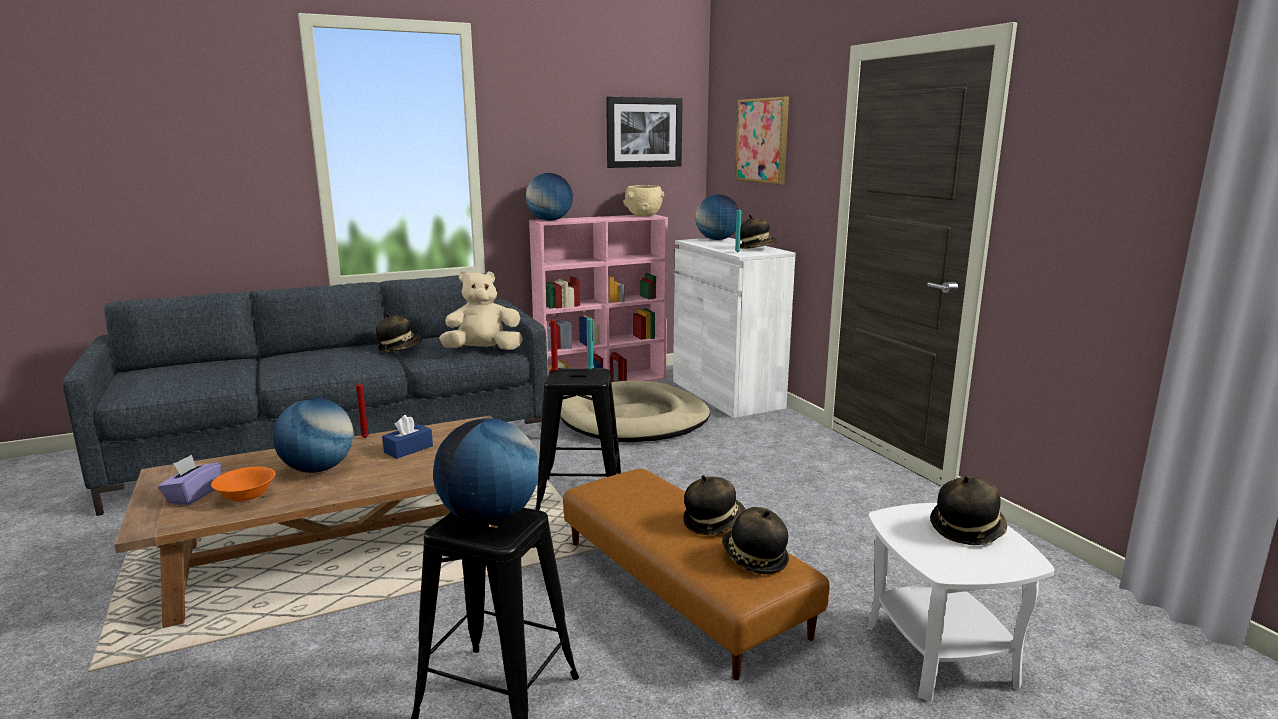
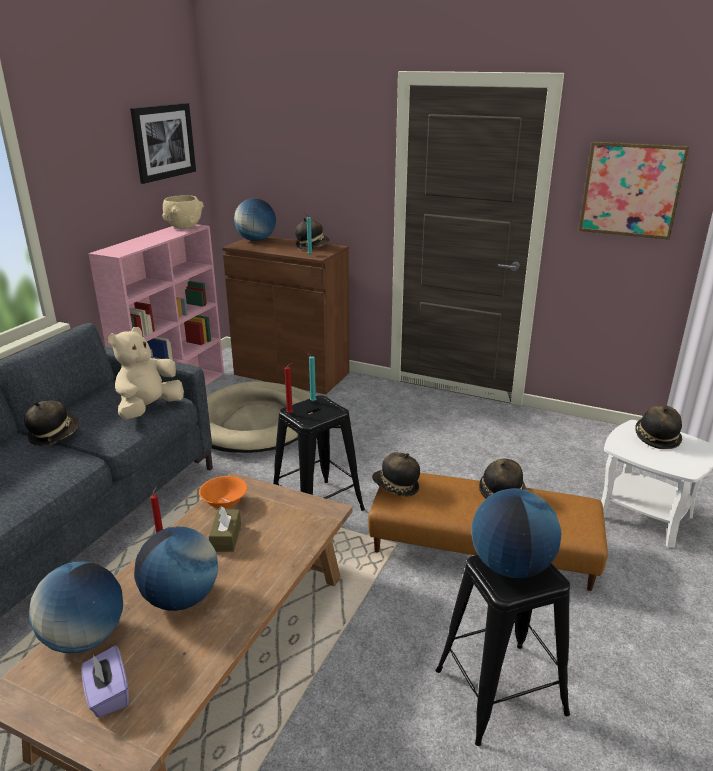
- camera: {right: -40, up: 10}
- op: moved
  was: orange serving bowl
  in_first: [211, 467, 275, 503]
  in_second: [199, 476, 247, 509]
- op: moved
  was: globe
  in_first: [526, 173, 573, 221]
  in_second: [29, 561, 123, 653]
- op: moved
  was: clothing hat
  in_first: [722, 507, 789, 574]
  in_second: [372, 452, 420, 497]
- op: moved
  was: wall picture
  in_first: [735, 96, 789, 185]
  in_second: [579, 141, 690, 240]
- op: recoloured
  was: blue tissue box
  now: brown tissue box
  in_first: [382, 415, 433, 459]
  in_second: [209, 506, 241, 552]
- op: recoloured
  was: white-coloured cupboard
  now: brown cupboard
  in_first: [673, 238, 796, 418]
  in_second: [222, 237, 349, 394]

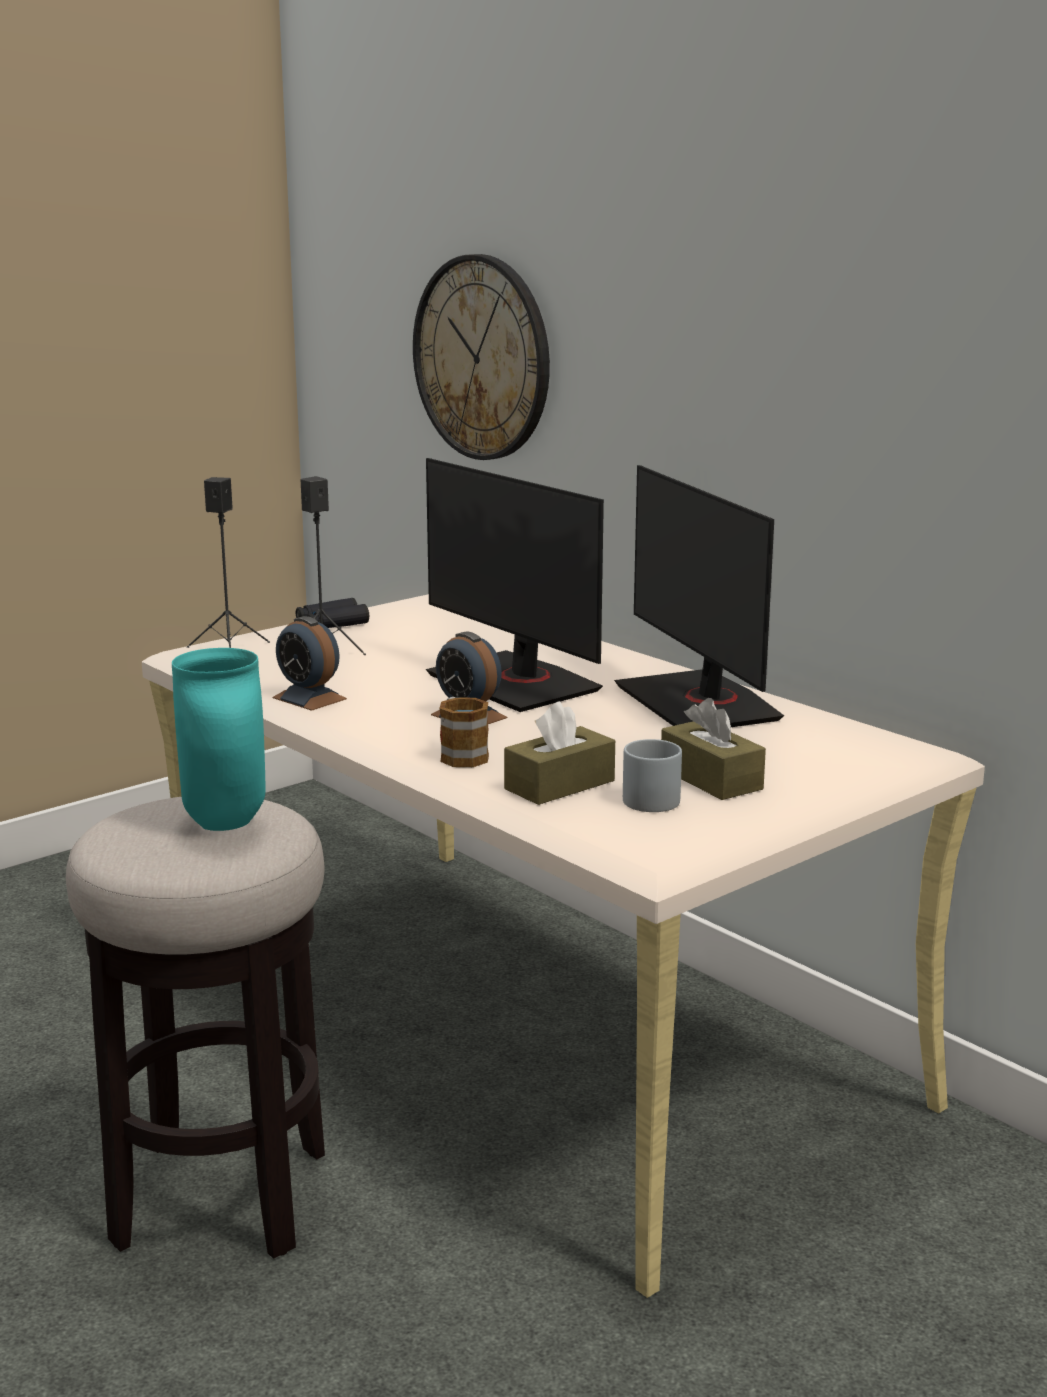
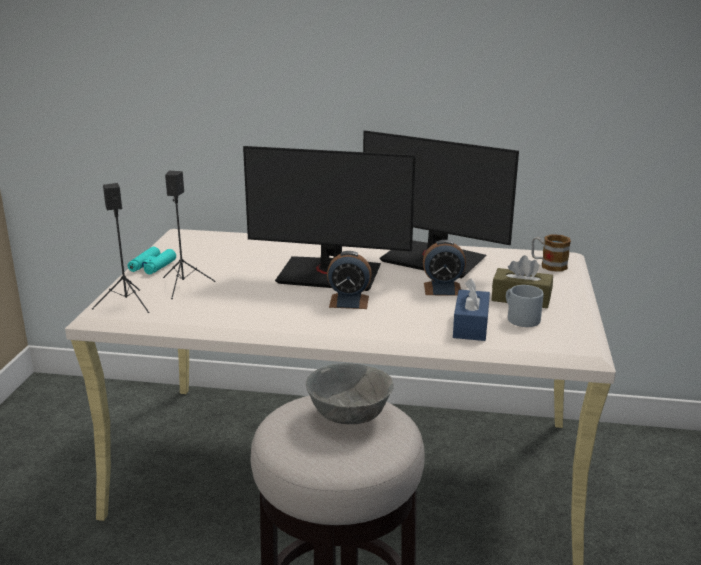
- camera: {right: -40, up: 5}
- op: removed
  was: clock on the wall
  in_first: [413, 254, 550, 460]
- op: moved
  was: table clock
  in_first: [273, 616, 347, 711]
  in_second: [423, 240, 466, 296]
- op: moved
  was: mug
  in_first: [439, 697, 489, 767]
  in_second: [532, 234, 571, 272]
- op: replaced
  was: blue-green vase
  now: grey serving bowl
  in_first: [172, 648, 266, 831]
  in_second: [306, 363, 394, 424]
- op: recoloured
  was: black field glasses
  now: blue-green field glasses
  in_first: [296, 598, 369, 628]
  in_second: [128, 247, 176, 274]
- op: recoloured
  was: brown tissue box
  now: blue tissue box
  in_first: [504, 701, 615, 805]
  in_second: [453, 279, 490, 341]

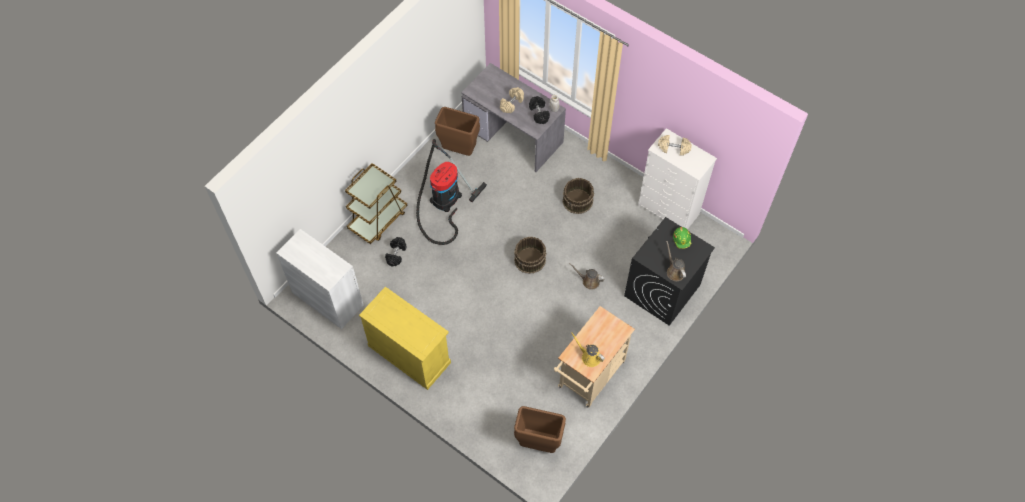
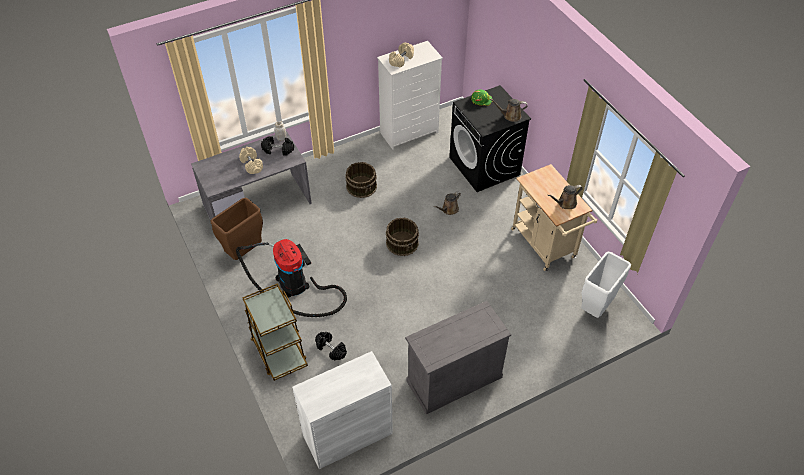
- camera: {right: -65, up: -10}
- op: recoloured
  was: yellow-coloured cupboard
  now: grey cupboard
  in_first: [359, 287, 451, 390]
  in_second: [405, 301, 511, 414]
- op: recoloured
  was: brown waste bin
  now: white-coloured waste bin
  in_first: [514, 406, 566, 453]
  in_second: [581, 252, 631, 318]
- op: recoloured
  was: yellow-coloured watering pot
  now: brown watering pot
  in_first: [571, 332, 605, 367]
  in_second: [548, 185, 583, 209]

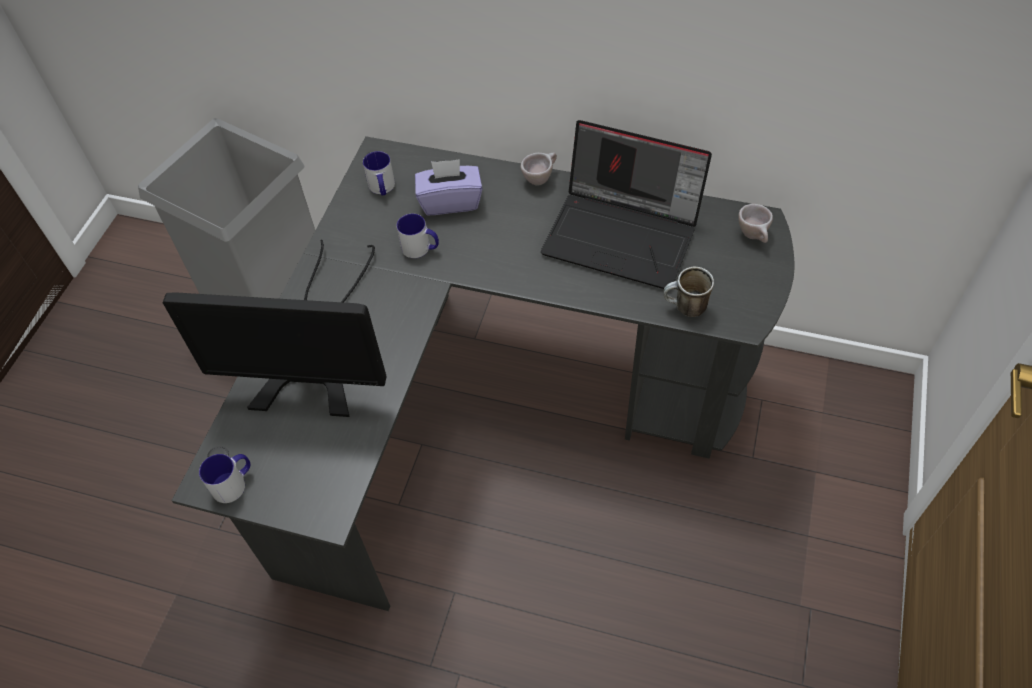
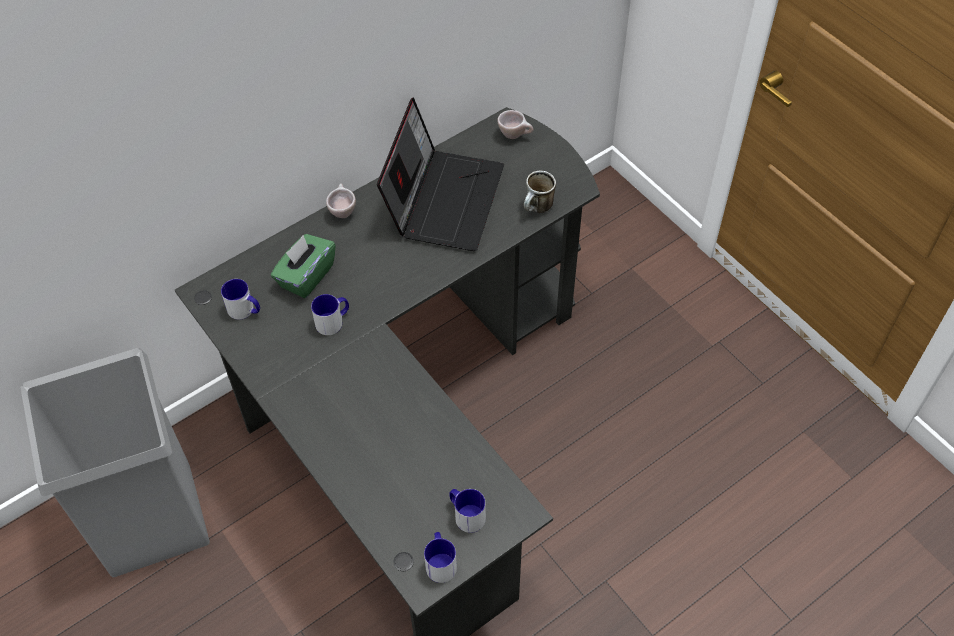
- camera: {right: -55, up: 0}
- op: removed
  was: computer display
  in_first: [162, 240, 387, 417]
- op: added
  now: mug
  in_second: [449, 489, 486, 533]
- op: recoloured
  was: purplish tissue box
  now: green-coloured tissue box
  in_first: [415, 159, 482, 215]
  in_second: [271, 234, 336, 298]
- op: turned
  was: portable computer
  in_first: [541, 120, 712, 289]
  in_second: [377, 97, 504, 251]
  clockwise: -45

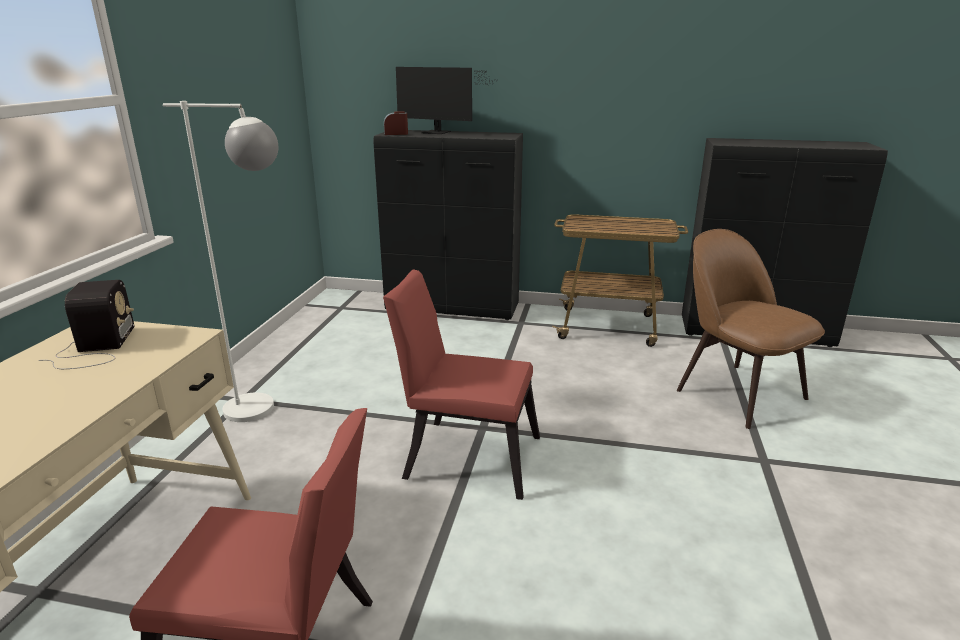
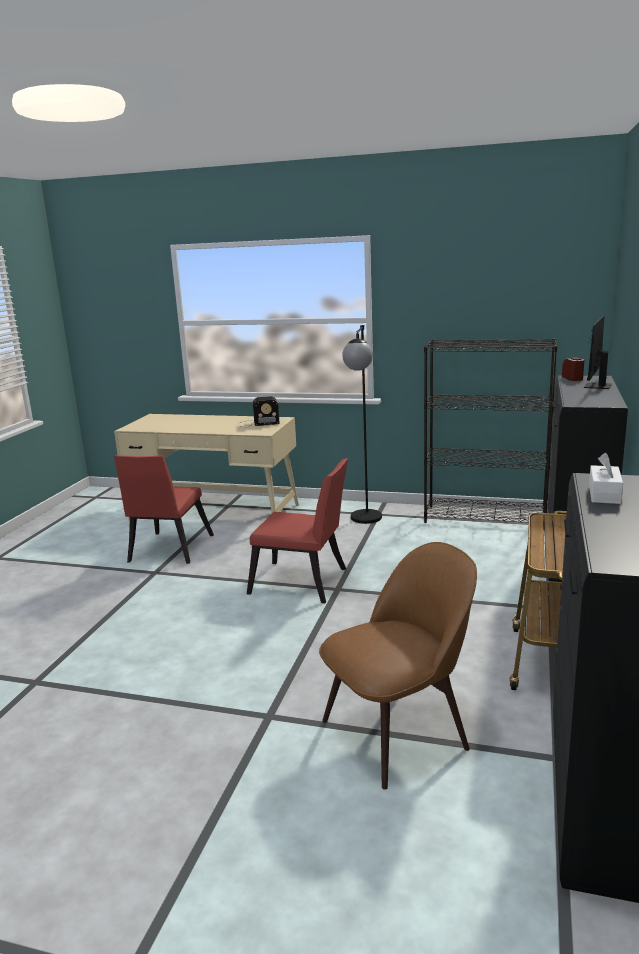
- camera: {right: 95, up: -5}
- op: added
  now: black bookcase
  in_second: [424, 339, 557, 523]
- op: added
  now: white-coloured tissue box
  in_second: [589, 453, 623, 504]
- op: recoloured
  was: white-coloured standard lamp
  now: black standard lamp
  in_first: [163, 101, 278, 422]
  in_second: [342, 325, 382, 524]
- op: turned
  was: red upright chair
  in_first: [383, 269, 540, 500]
  in_second: [247, 458, 348, 604]
  clockwise: 90

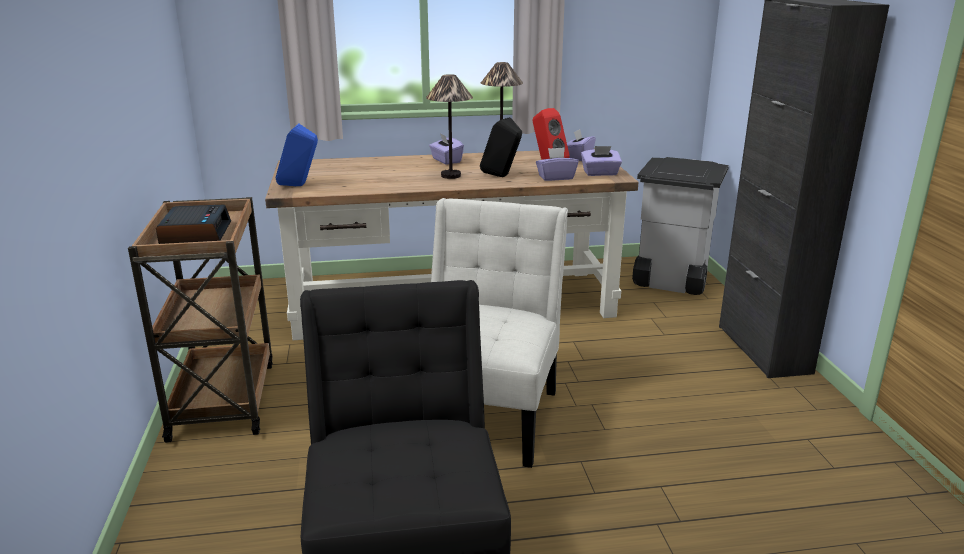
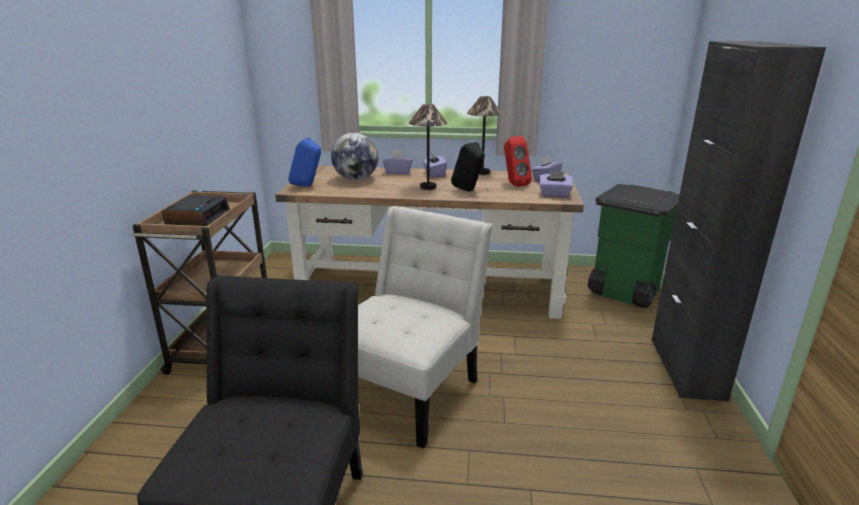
- camera: {right: 15, up: 0}
- op: added
  now: globe
  in_second: [331, 133, 378, 180]
- op: moved
  was: purplish tissue box
  in_first: [536, 148, 579, 181]
  in_second: [383, 150, 413, 174]
- op: recoloured
  was: grey waste bin
  now: green-coloured waste bin
  in_first: [632, 157, 729, 295]
  in_second: [588, 184, 680, 308]

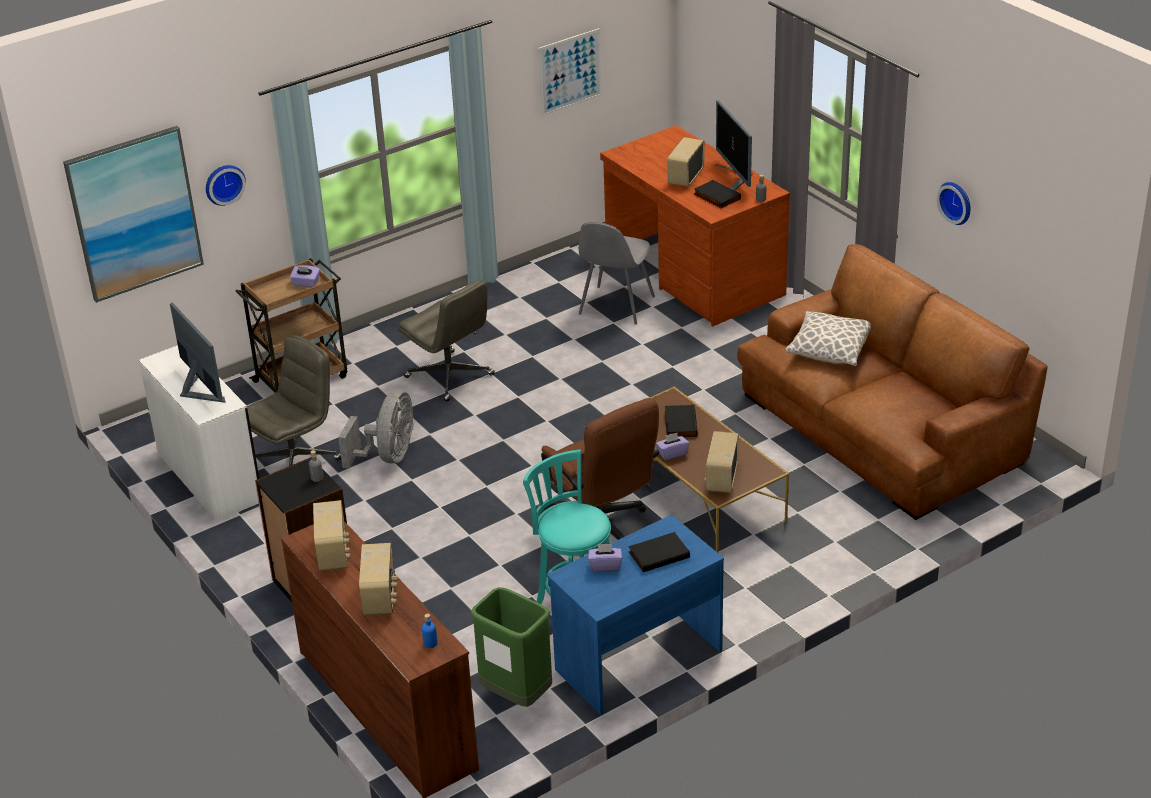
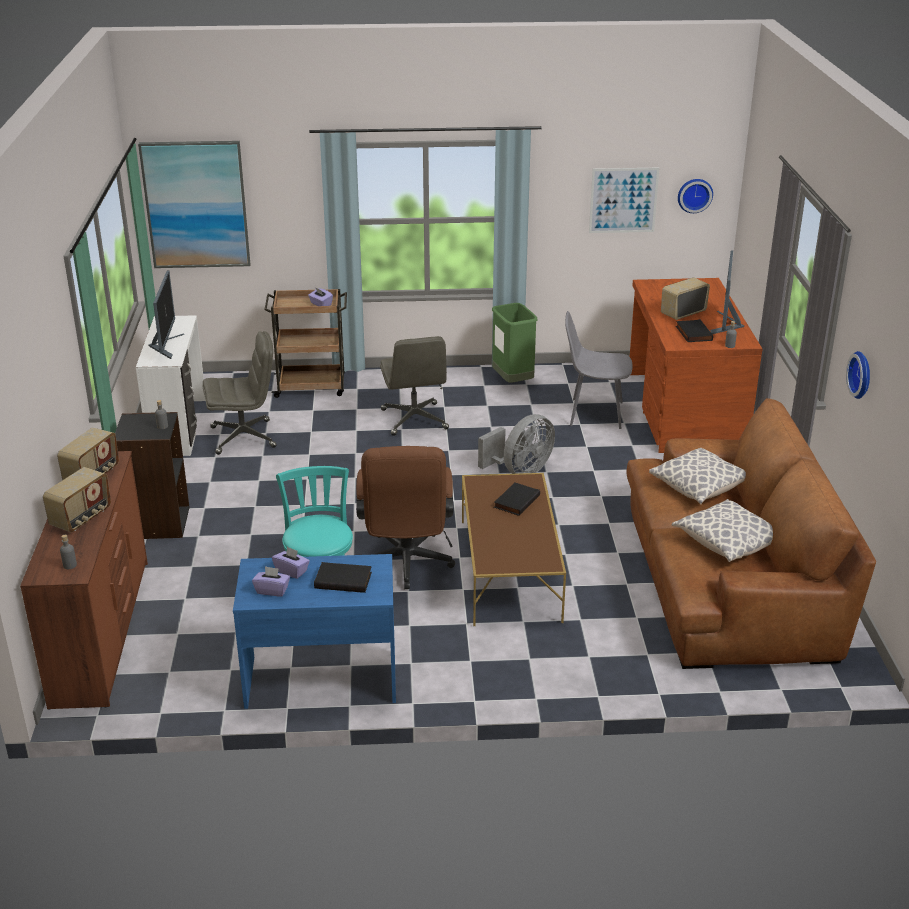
- camera: {right: 30, up: -5}
- op: removed
  was: radio receiver
  in_first: [704, 431, 739, 493]
- op: added
  now: cushion
  in_second: [672, 499, 773, 562]
- op: moved
  was: clock on the wall
  in_first: [206, 165, 246, 206]
  in_second: [678, 179, 713, 213]
- op: moved
  was: grey cooling fan
  in_first: [338, 390, 414, 469]
  in_second: [478, 414, 555, 474]
- op: moved
  was: green-coloured waste bin
  in_first: [471, 587, 552, 707]
  in_second: [492, 303, 538, 383]
- op: moved
  was: purplish tissue box
  in_first: [656, 433, 689, 460]
  in_second: [252, 566, 290, 597]
- op: recoloured
  was: blue drink bottle
  now: grey drink bottle
  in_first: [422, 614, 438, 648]
  in_second: [60, 535, 77, 569]
- op: turned
  was: grey upright chair
  in_first: [579, 222, 655, 325]
  in_second: [565, 311, 632, 429]
  clockwise: 45

